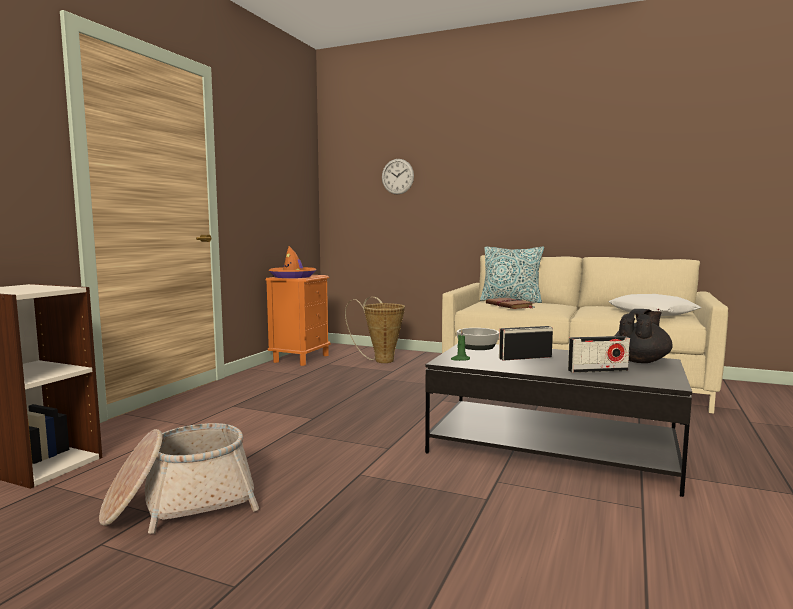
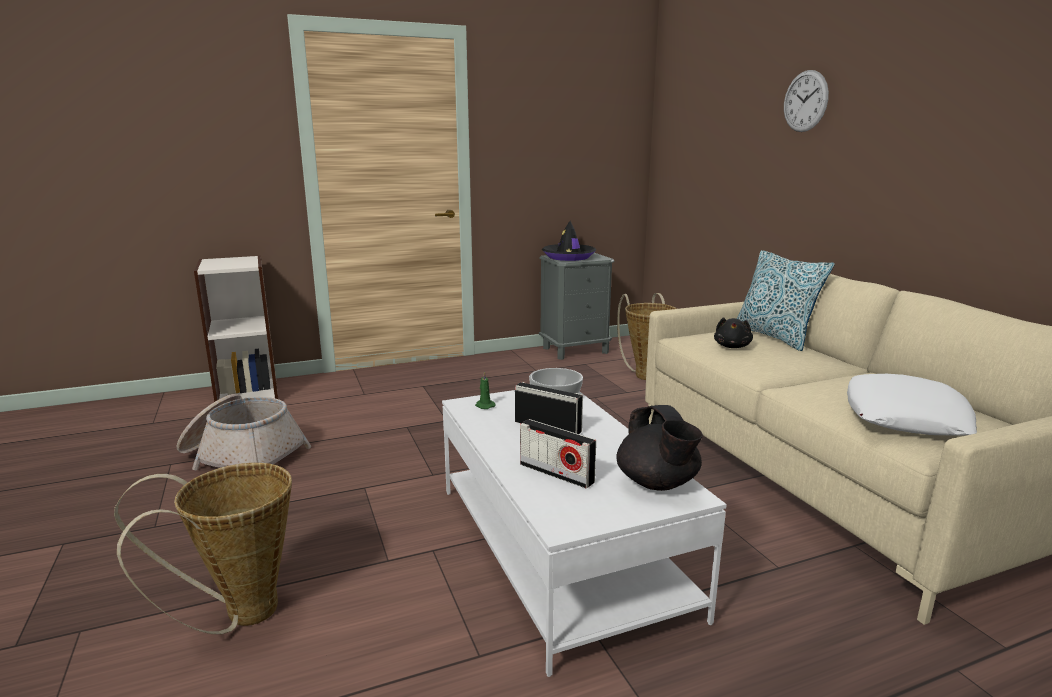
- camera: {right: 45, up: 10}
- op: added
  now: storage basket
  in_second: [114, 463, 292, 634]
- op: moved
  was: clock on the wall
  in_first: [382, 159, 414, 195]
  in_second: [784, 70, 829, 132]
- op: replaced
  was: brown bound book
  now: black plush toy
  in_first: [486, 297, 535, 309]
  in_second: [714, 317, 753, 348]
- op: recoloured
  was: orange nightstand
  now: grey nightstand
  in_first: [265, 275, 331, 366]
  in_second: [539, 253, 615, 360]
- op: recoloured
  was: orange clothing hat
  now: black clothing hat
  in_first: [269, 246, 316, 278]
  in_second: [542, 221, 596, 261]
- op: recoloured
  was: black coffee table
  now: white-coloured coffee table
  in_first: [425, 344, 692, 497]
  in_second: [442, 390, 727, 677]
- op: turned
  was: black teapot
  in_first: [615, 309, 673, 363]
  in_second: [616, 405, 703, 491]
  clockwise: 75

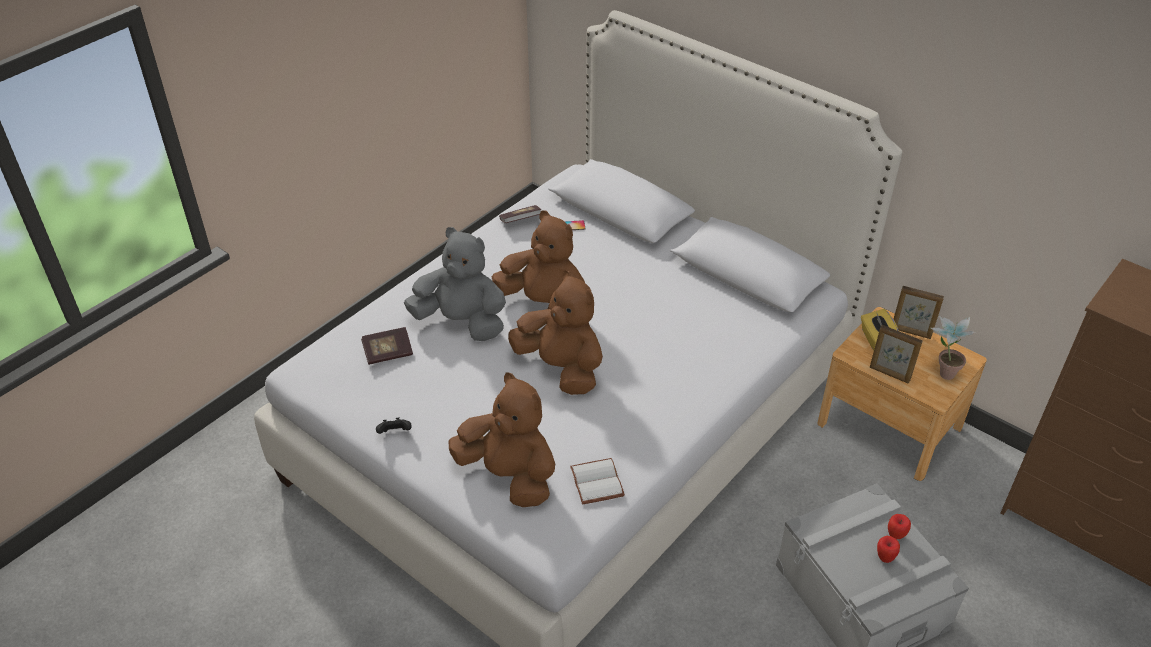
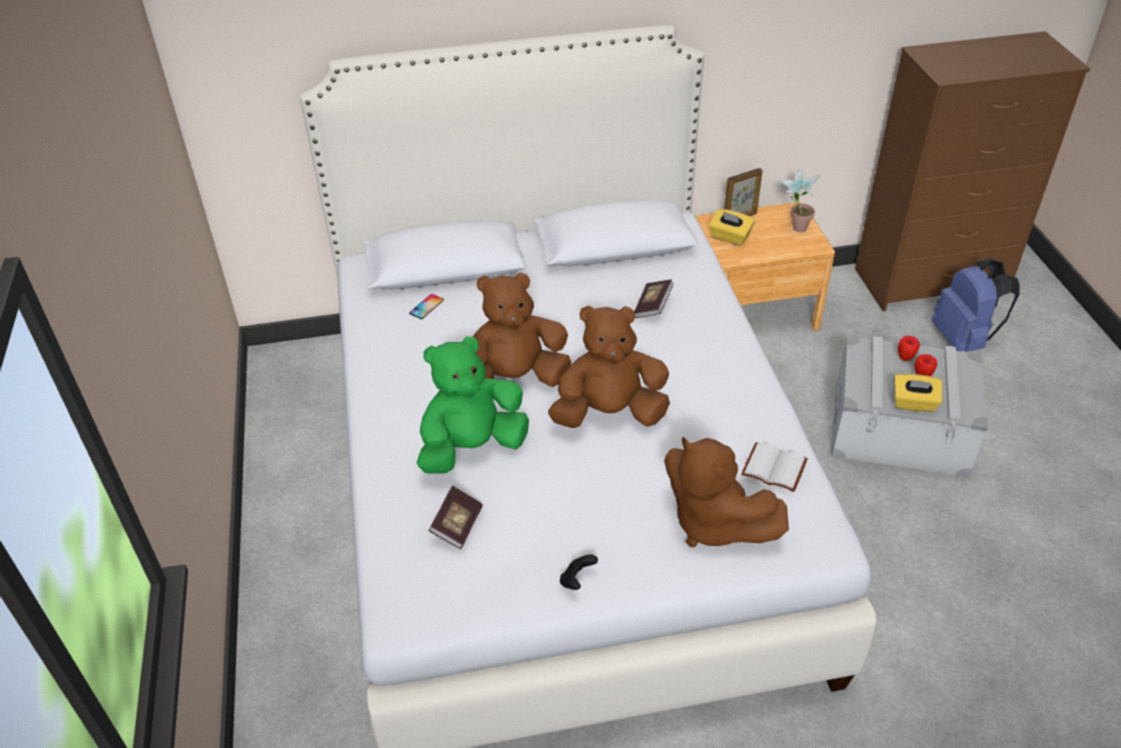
- camera: {right: -50, up: 0}
- op: removed
  was: photo frame
  in_first: [870, 325, 923, 384]
- op: added
  now: yellow-coloured tissue box
  in_second: [894, 374, 942, 412]
- op: added
  now: blue rucksack
  in_second: [932, 258, 1020, 352]
- op: moved
  was: bound book
  in_first: [499, 205, 541, 223]
  in_second: [634, 279, 674, 318]
- op: recoloured
  was: grey plush toy
  now: green-coloured plush toy
  in_first: [404, 227, 506, 341]
  in_second: [417, 336, 529, 473]
- op: turned
  was: brown plush toy
  in_first: [448, 372, 555, 507]
  in_second: [664, 437, 789, 547]
  clockwise: -120

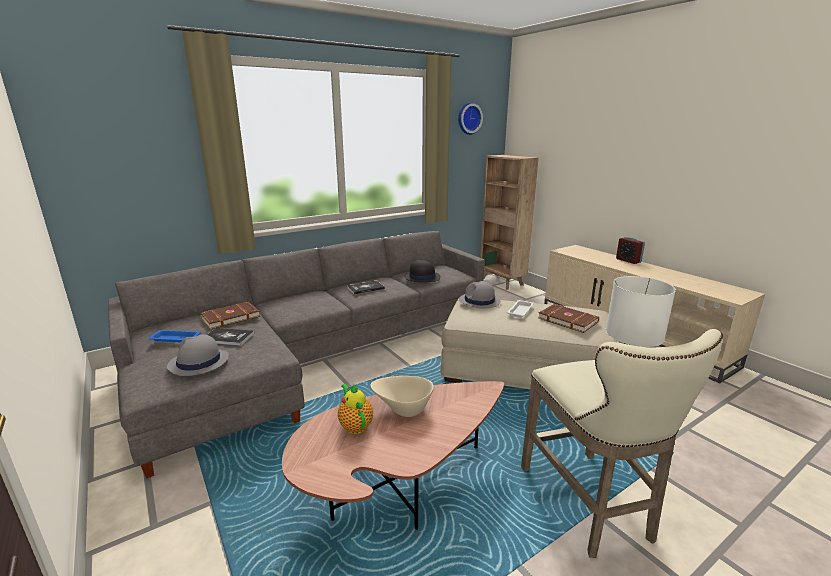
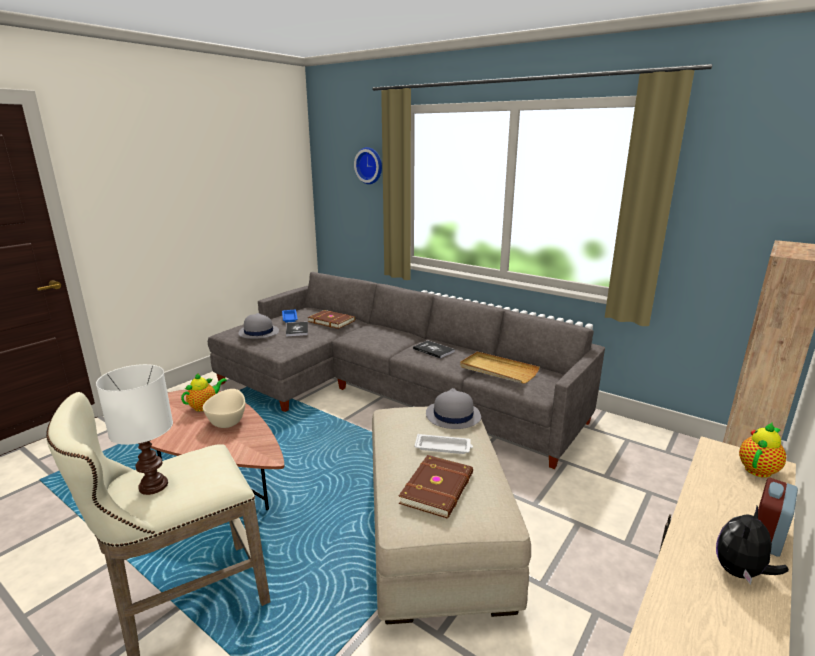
- camera: {right: 70, up: 0}
- op: added
  now: plush toy
  in_second: [716, 506, 789, 585]
- op: added
  now: teapot
  in_second: [739, 422, 786, 478]
- op: moved
  was: clock on the wall
  in_first: [458, 102, 483, 135]
  in_second: [354, 147, 382, 184]
- op: replaced
  was: black clothing hat
  now: sand-coloured tray
  in_first: [404, 259, 441, 283]
  in_second: [460, 351, 540, 384]

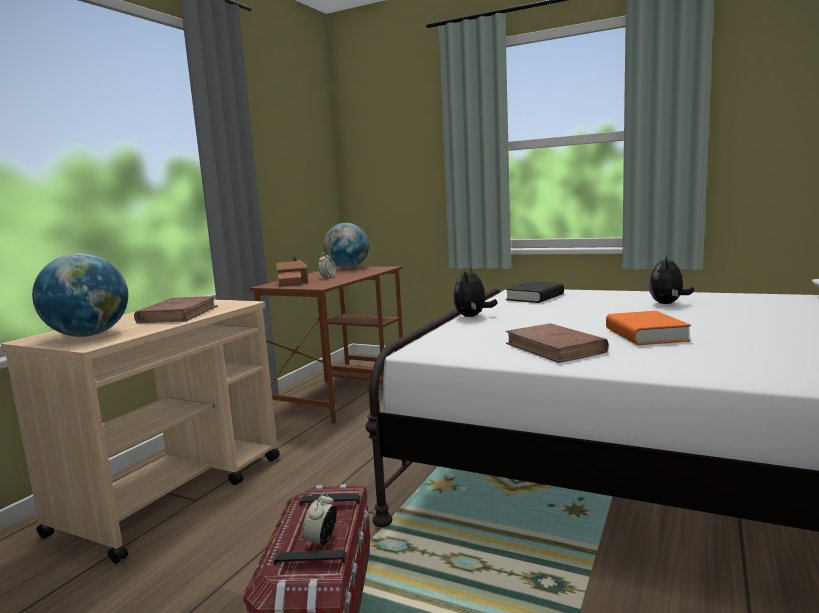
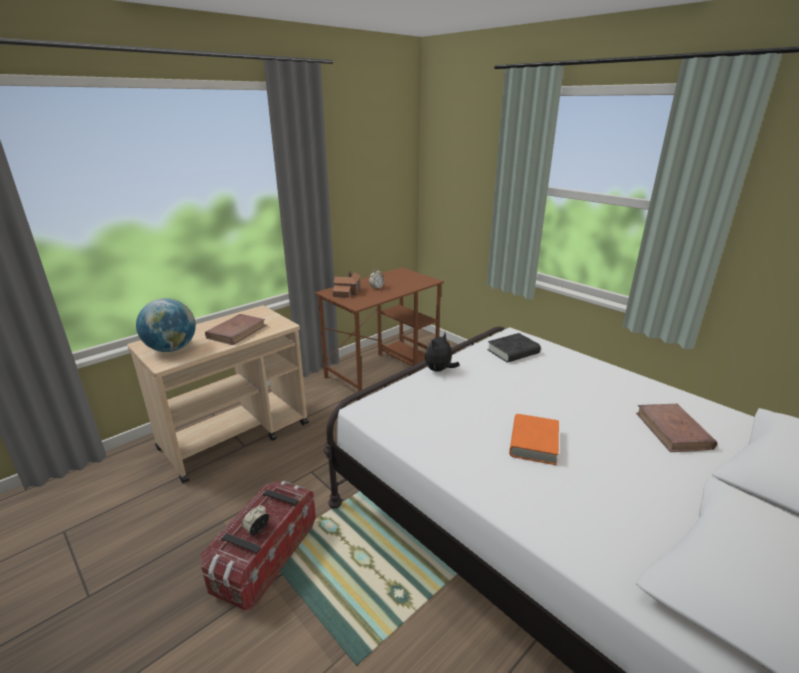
- camera: {right: 20, up: 15}
- op: removed
  was: globe
  in_first: [323, 223, 369, 268]
- op: removed
  was: plush toy
  in_first: [649, 256, 694, 304]
- op: moved
  was: brown bound book
  in_first: [506, 323, 609, 363]
  in_second: [636, 404, 717, 452]

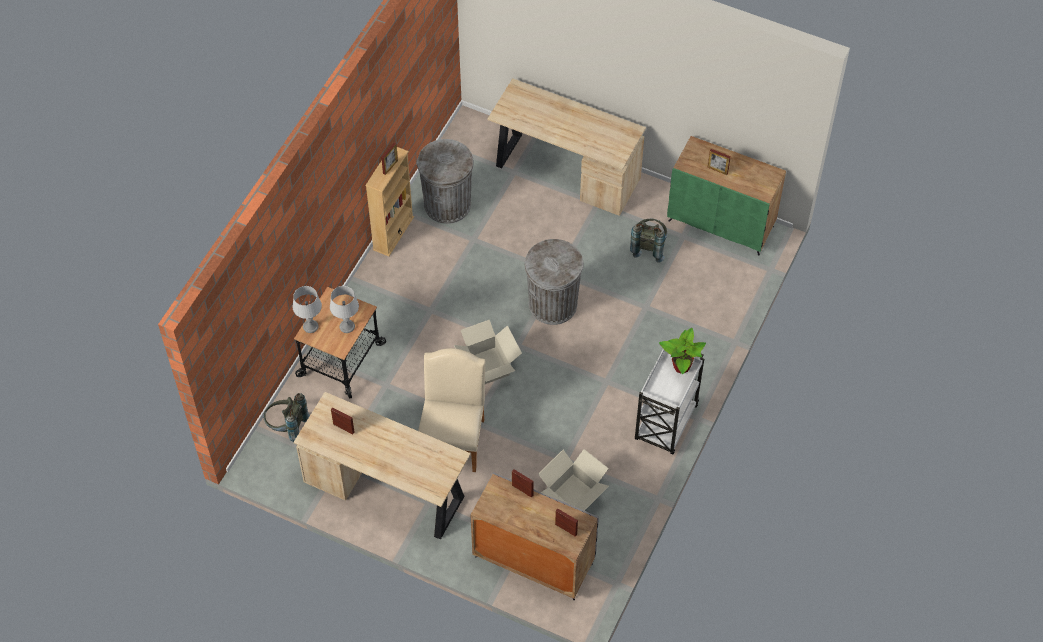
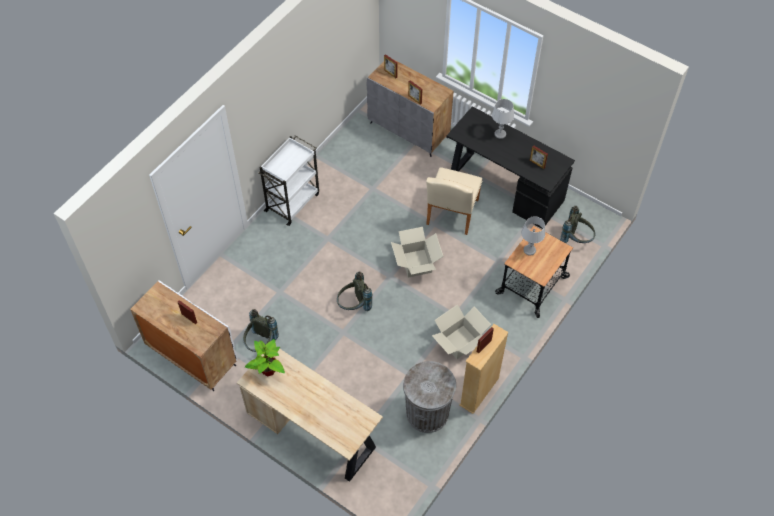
- camera: {right: -170, up: 0}
- op: moved
  was: grey tabletop lamp
  in_first: [293, 286, 322, 333]
  in_second: [492, 99, 514, 139]
- op: moved
  was: packing box
  in_first: [538, 449, 609, 511]
  in_second: [432, 304, 491, 359]
- op: moved
  was: houseplant
  in_first: [659, 328, 706, 374]
  in_second: [245, 339, 285, 376]
- op: replaced
  was: grey waste bin
  now: grey rucksack
  in_first: [525, 239, 584, 325]
  in_second: [337, 271, 372, 311]
- op: recoloured
  was: sand-coloured desk unit
  now: black desk unit
  in_first: [294, 392, 471, 540]
  in_second: [446, 106, 575, 229]
- op: recoloured
  was: green-coloured cupboard
  now: white-coloured cupboard
  in_first: [667, 136, 786, 255]
  in_second: [130, 280, 238, 391]

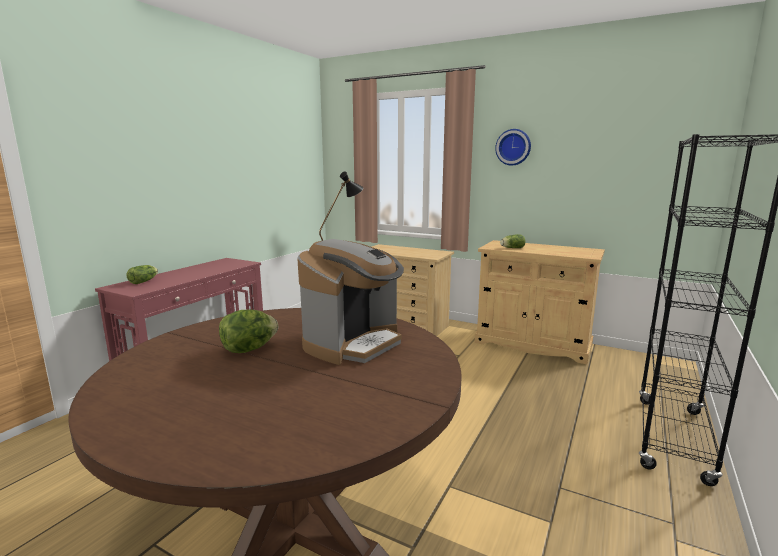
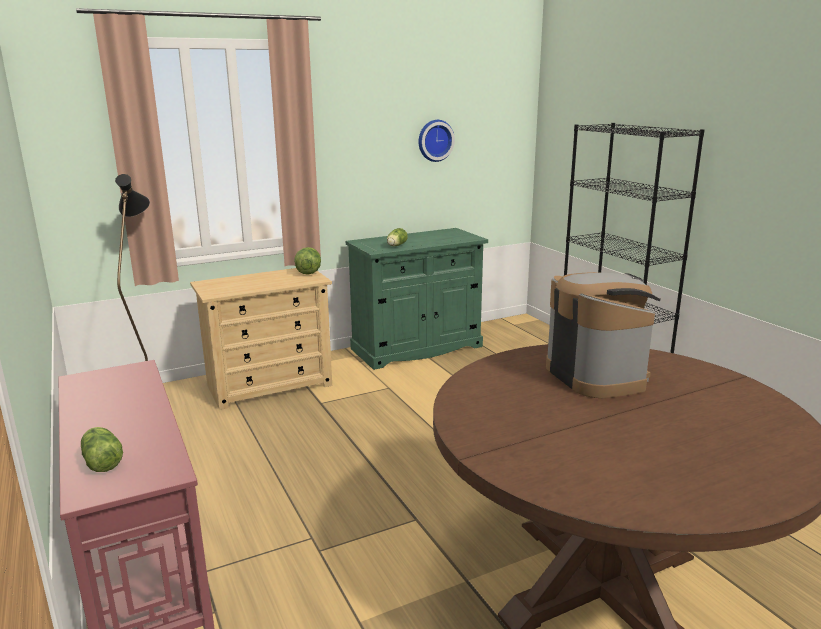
- camera: {right: -55, up: 5}
- op: moved
  was: head of lettuce
  in_first: [219, 309, 278, 353]
  in_second: [294, 247, 321, 275]
- op: moved
  was: clock on the wall
  in_first: [495, 129, 531, 166]
  in_second: [418, 120, 455, 162]
- op: recoloured
  was: sand-coloured cupboard
  now: green-coloured cupboard
  in_first: [475, 240, 605, 364]
  in_second: [346, 228, 488, 370]

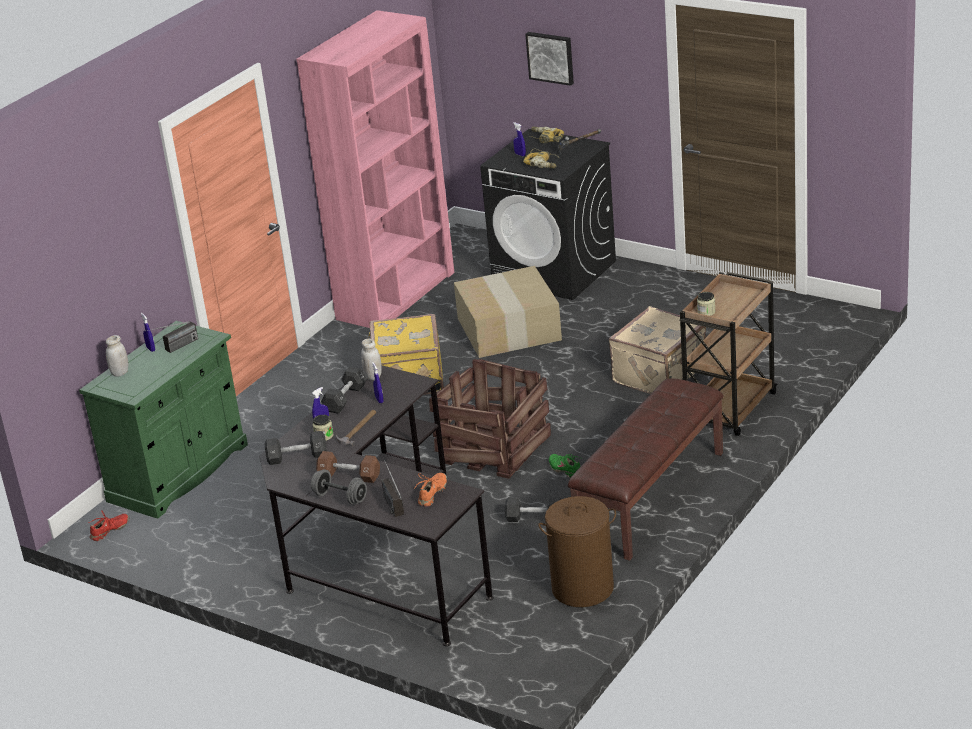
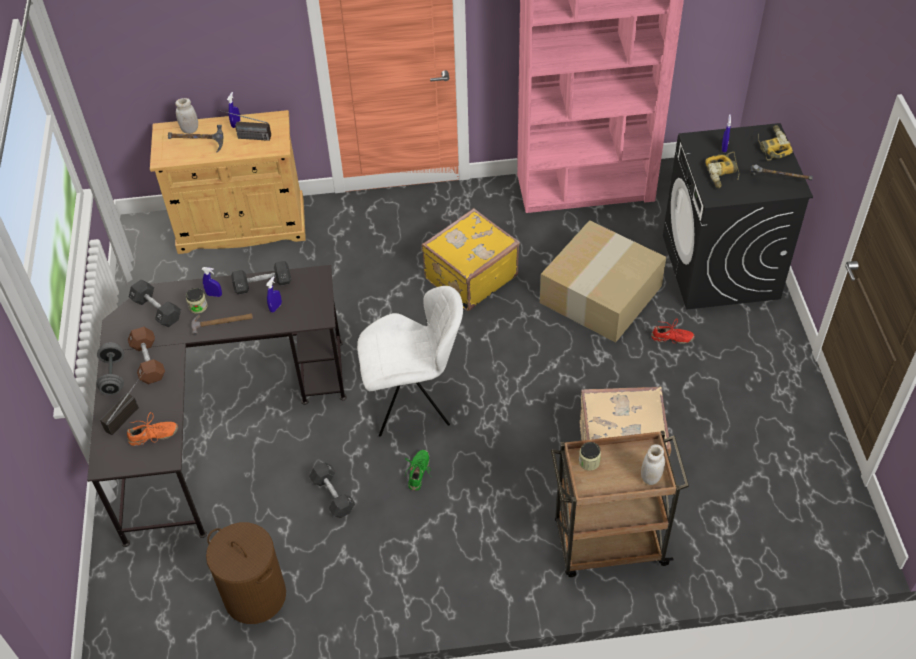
- camera: {right: 50, up: 20}
- op: removed
  was: wall picture
  in_first: [525, 32, 574, 86]
- op: removed
  was: brown bench
  in_first: [568, 378, 724, 561]
- op: added
  now: tool hammer
  in_second: [168, 125, 223, 153]
- op: moved
  was: red low shoe
  in_first: [88, 510, 129, 541]
  in_second: [651, 318, 695, 344]
- op: moved
  was: white-coloured preserve jar
  in_first: [361, 339, 382, 380]
  in_second: [641, 444, 665, 485]
- op: replaced
  was: packing crate
  now: white-coloured upright chair
  in_first: [429, 359, 551, 479]
  in_second: [357, 286, 463, 437]
- op: recoloured
  was: green-coloured cupboard
  now: sand-coloured cupboard
  in_first: [79, 321, 248, 519]
  in_second: [150, 110, 306, 254]

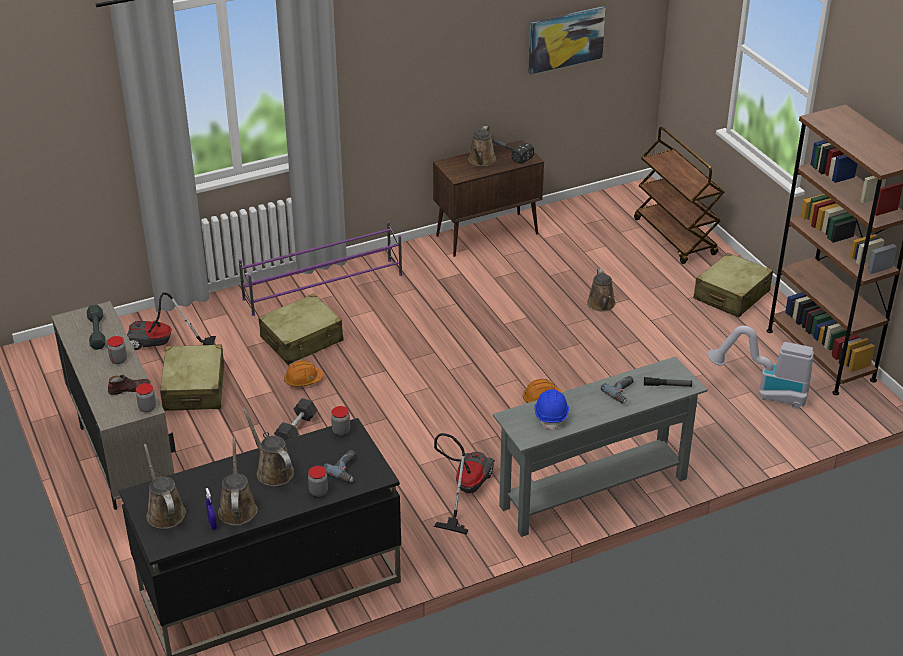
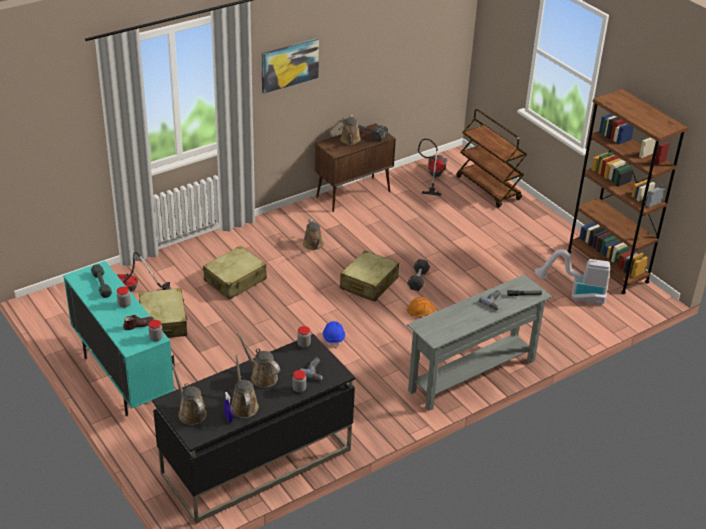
- camera: {right: -10, up: 0}
- op: removed
  was: purplish shoe rack
  in_first: [239, 221, 402, 316]
- op: removed
  was: orange safety helmet
  in_first: [284, 360, 324, 387]
- op: moved
  was: black hand weight
  in_first: [274, 398, 318, 440]
  in_second: [407, 259, 430, 291]
- op: moved
  was: vacuum cleaner
  in_first: [434, 433, 495, 535]
  in_second: [418, 139, 447, 196]
- op: moved
  was: wall picture
  in_first: [528, 6, 606, 75]
  in_second: [261, 38, 319, 94]
- op: moved
  was: blue safety helmet
  in_first: [535, 389, 569, 431]
  in_second: [323, 321, 345, 348]
- op: moved
  was: brown watering pot
  in_first: [587, 269, 616, 311]
  in_second: [303, 219, 324, 250]
- op: moved
  was: sand-coloured piece of luggage
  in_first: [694, 253, 773, 317]
  in_second: [340, 250, 399, 302]
- op: recoloured
  was: sand-coloured cupboard
  now: blue-green cupboard
  in_first: [51, 301, 176, 510]
  in_second: [63, 261, 175, 416]

